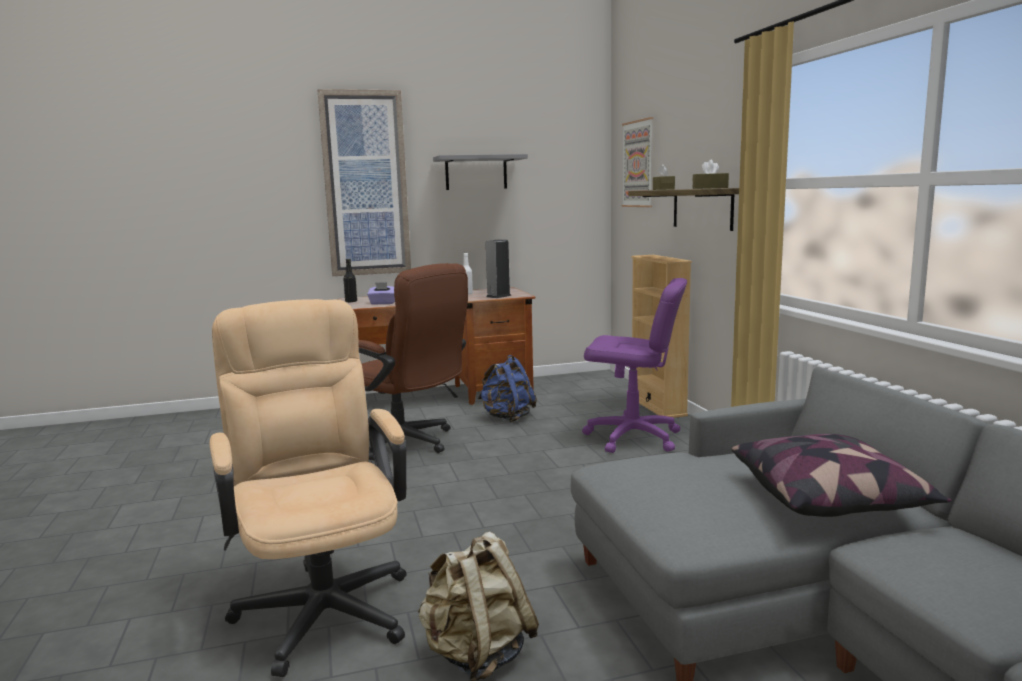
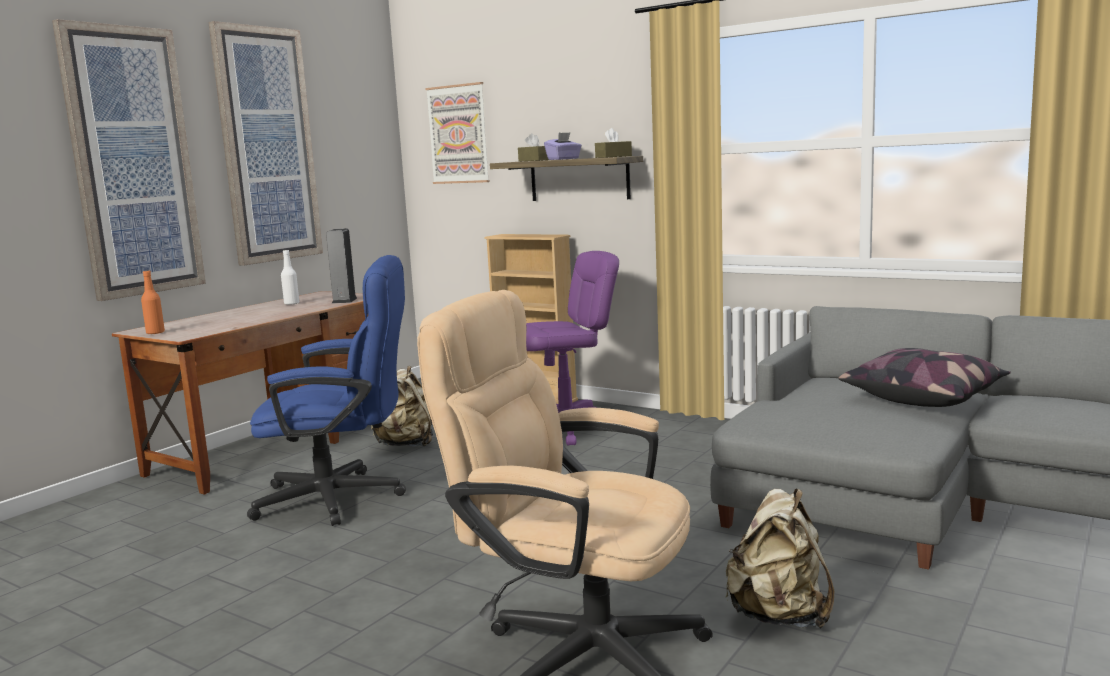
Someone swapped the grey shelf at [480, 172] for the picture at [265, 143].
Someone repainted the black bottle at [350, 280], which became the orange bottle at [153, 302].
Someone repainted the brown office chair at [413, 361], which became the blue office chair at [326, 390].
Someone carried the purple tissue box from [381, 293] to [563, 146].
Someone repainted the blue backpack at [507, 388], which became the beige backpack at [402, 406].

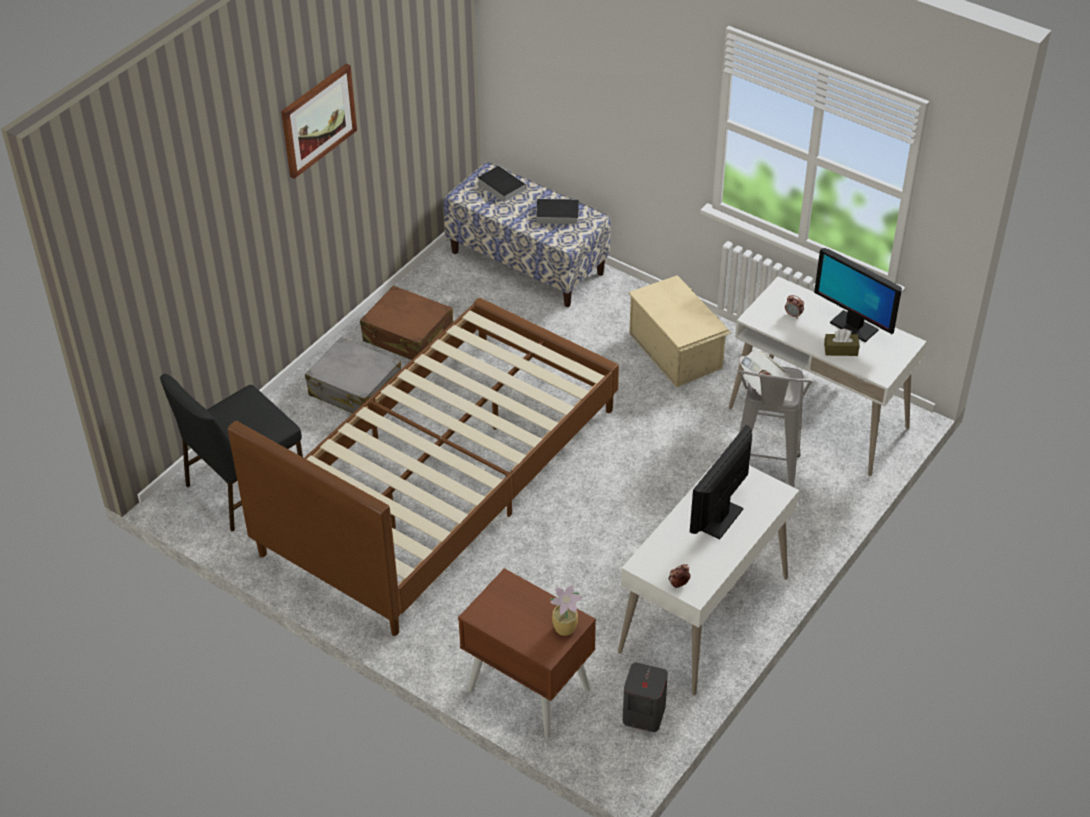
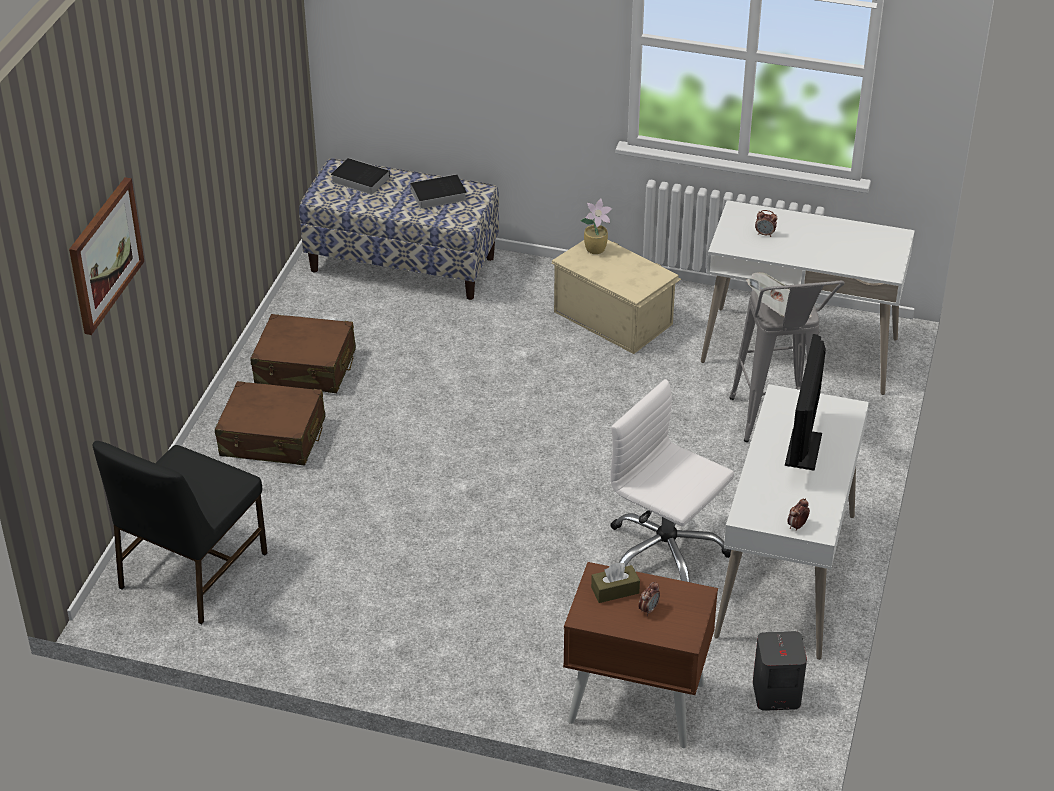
Someone carried the picture from [319, 121] to [106, 256].
Someone took away the monitor at [858, 295].
Someone took away the brown bed at [423, 467].
Someone carried the brown tissue box from [841, 342] to [615, 583].
Someone repainted the grey suitcase at [353, 375], which became the brown suitcase at [270, 423].
Someone carried the potted plant from [566, 610] to [596, 226].
Someone put down the white office chair at [672, 480].
Someone put down the alarm clock at [649, 598].

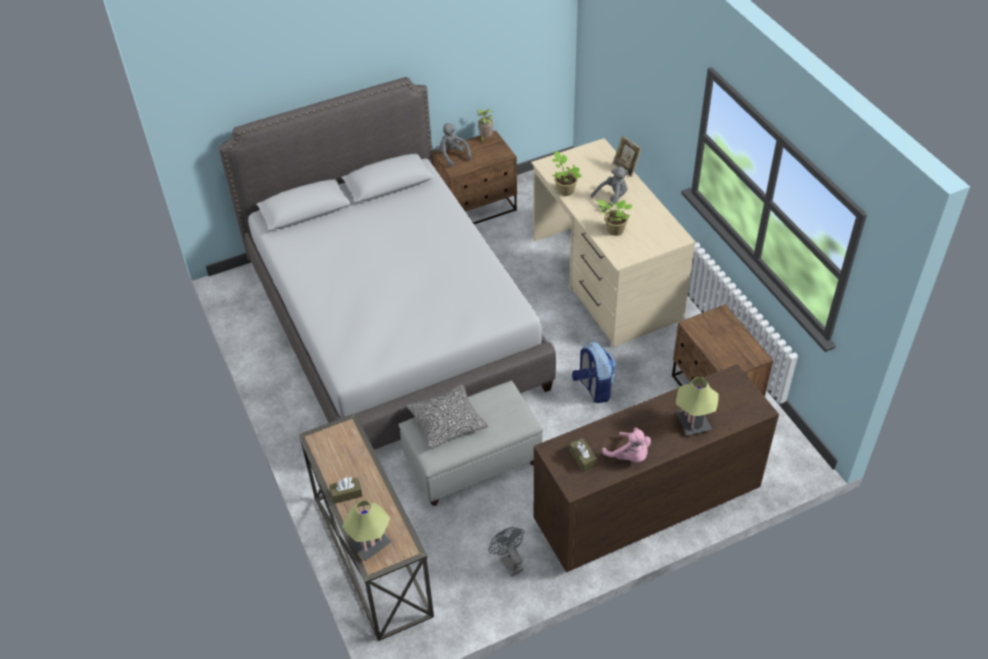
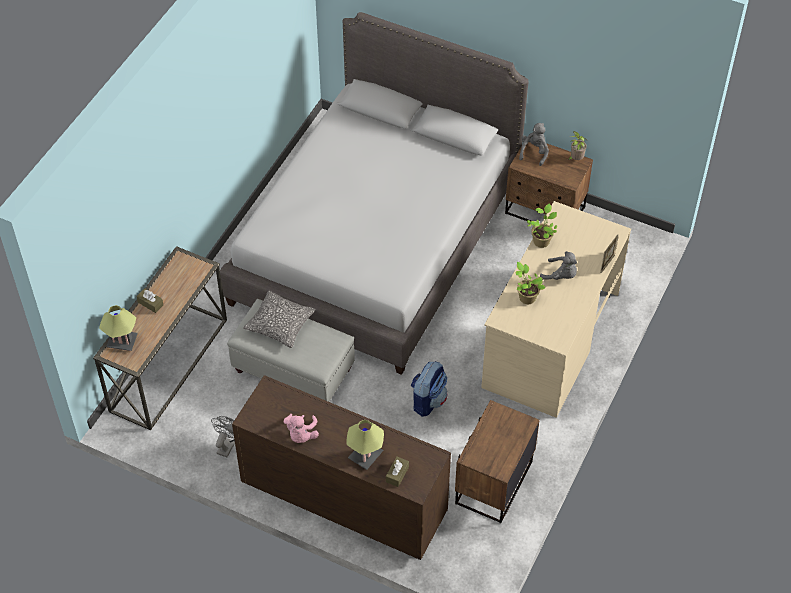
Someone carried the brown tissue box from [583, 455] to [397, 471].

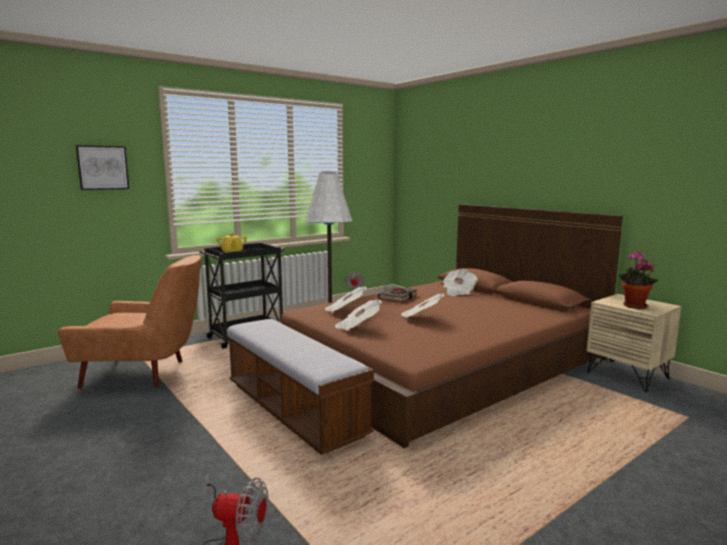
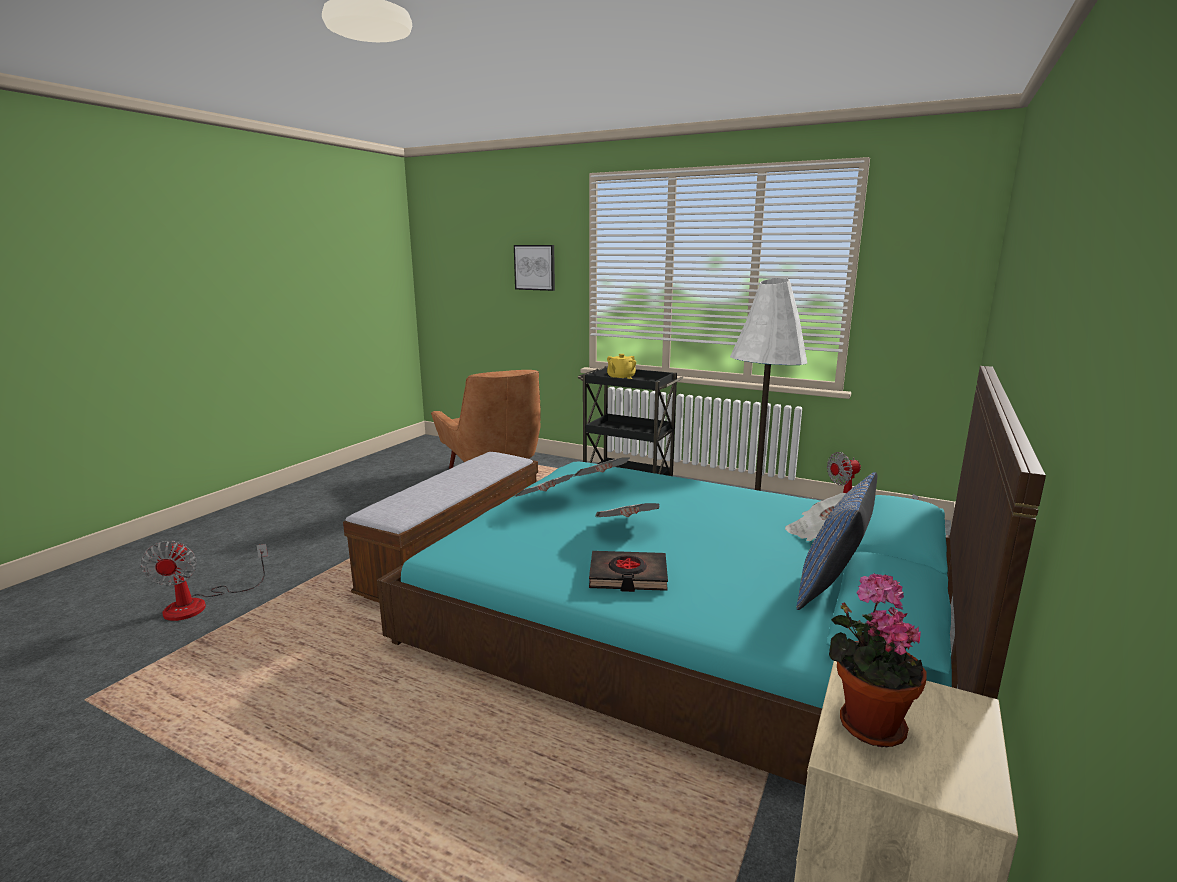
Someone repainted the brown bed at [451, 326], which became the turquoise bed at [711, 576].
Someone carried the black book from [397, 294] to [628, 571].
Someone put down the blue pillow at [836, 541].

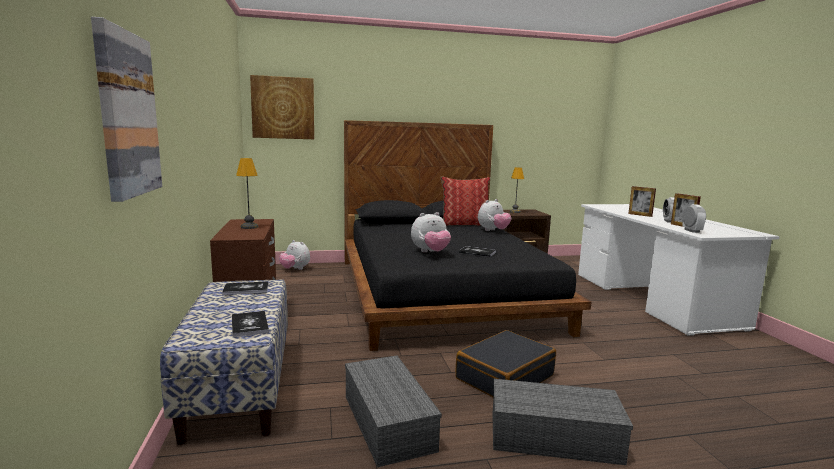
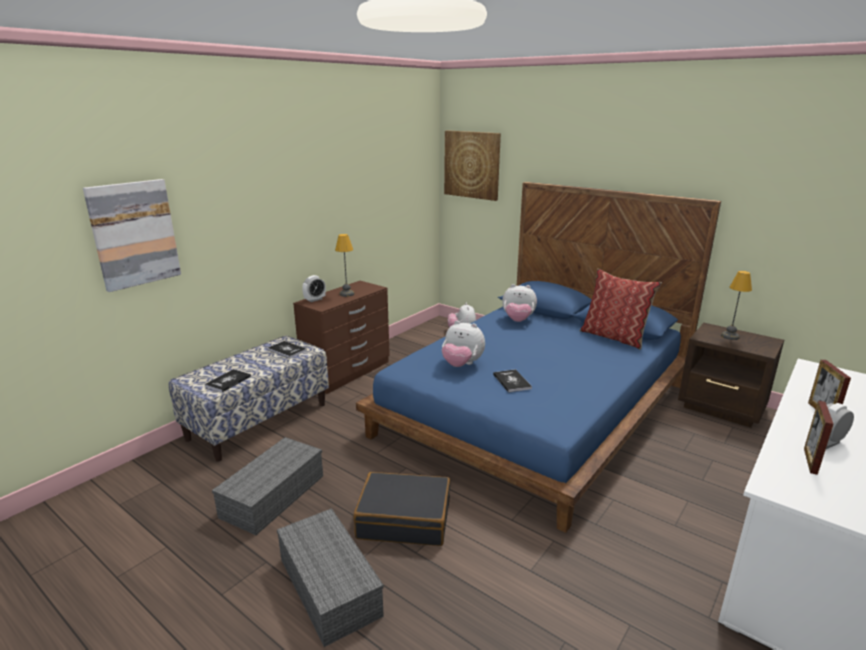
Someone repainted the black bed at [467, 235], which became the blue bed at [538, 357].
Someone carried the plush toy from [494, 215] to [519, 303].
Someone carried the alarm clock from [694, 218] to [314, 288].

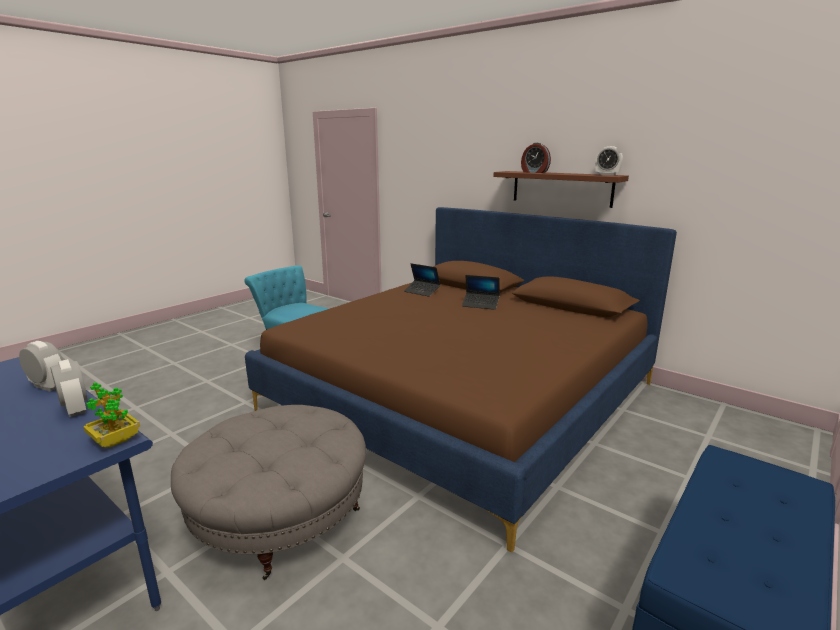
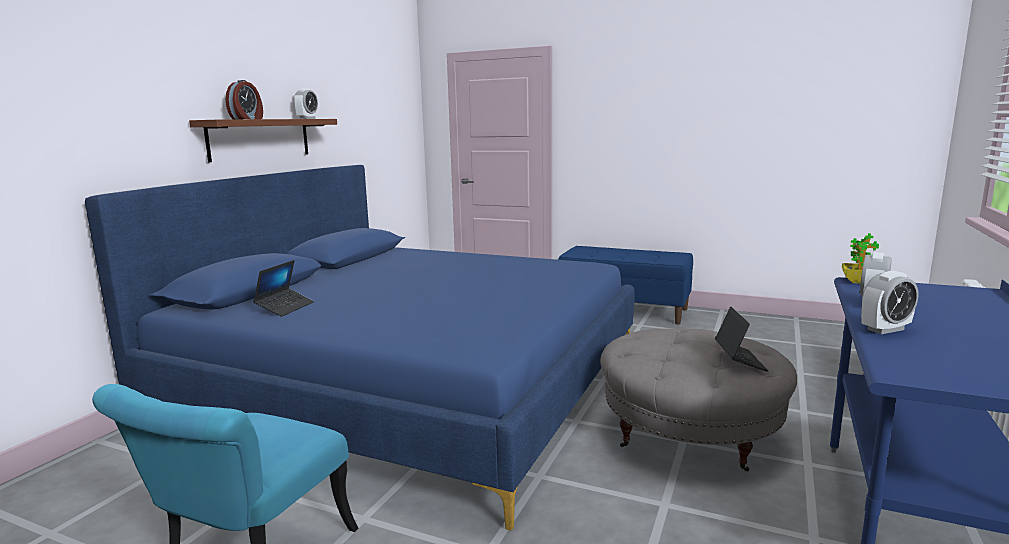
Someone repainted the brown bed at [461, 379], which became the blue bed at [360, 348].
Someone carried the laptop from [481, 292] to [742, 339].
Someone rotated the alarm clock at [41, 366] by 120 degrees counterclockwise.

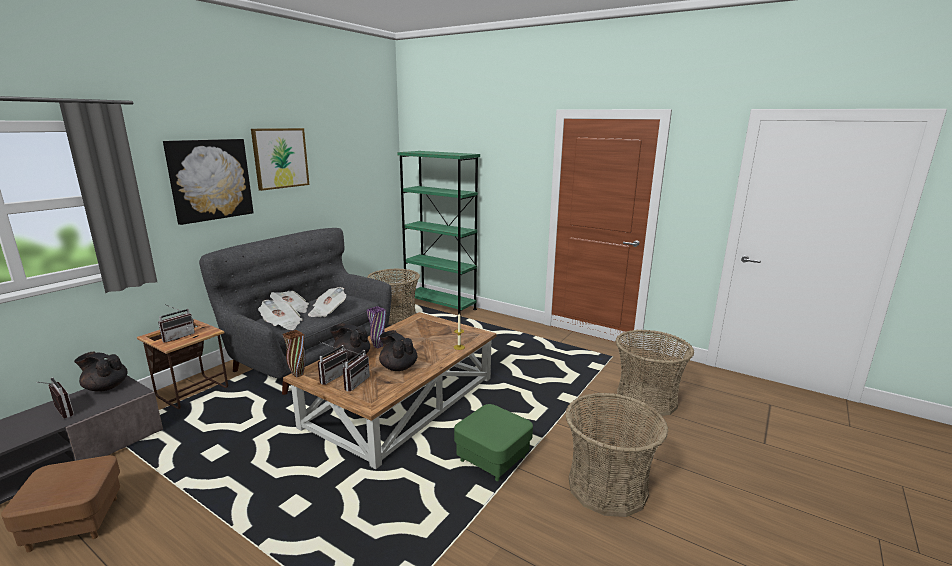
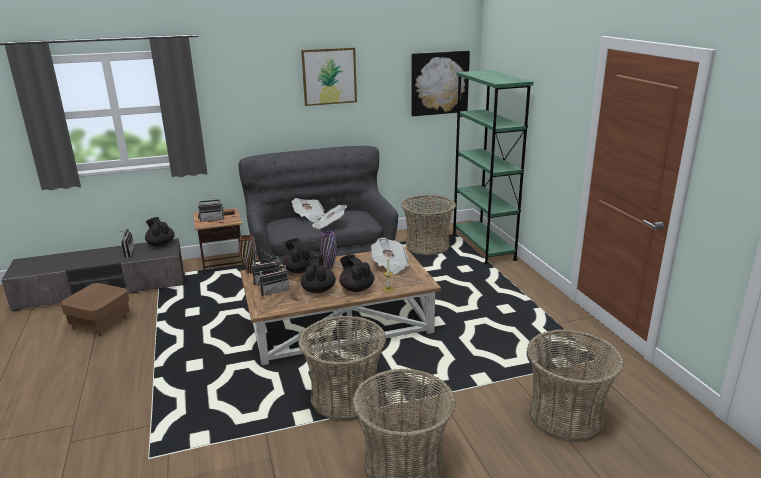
Someone carried the picture from [208, 182] to [440, 83].
Someone carried the newspaper from [280, 315] to [390, 256].
Someone swapped the green ottoman at [493, 442] for the basket at [342, 368].
Someone put down the black teapot at [356, 273].

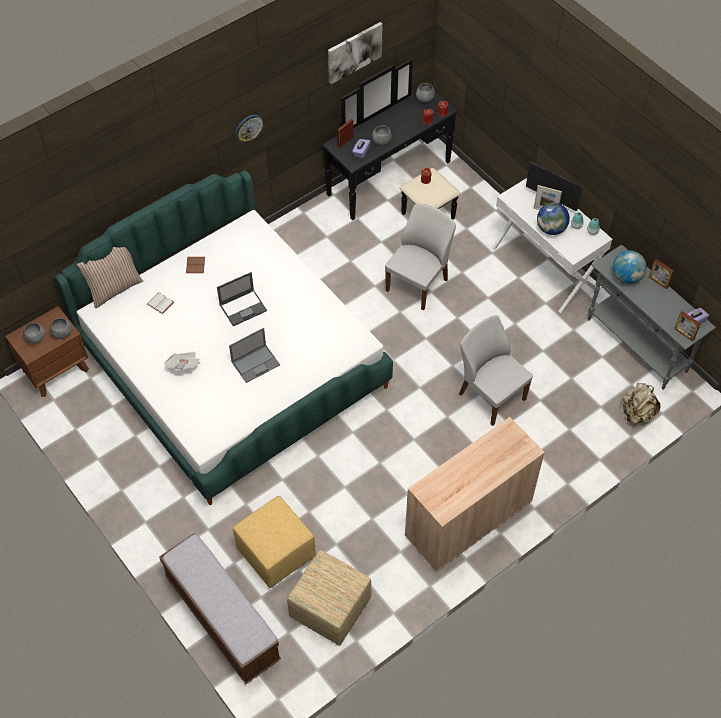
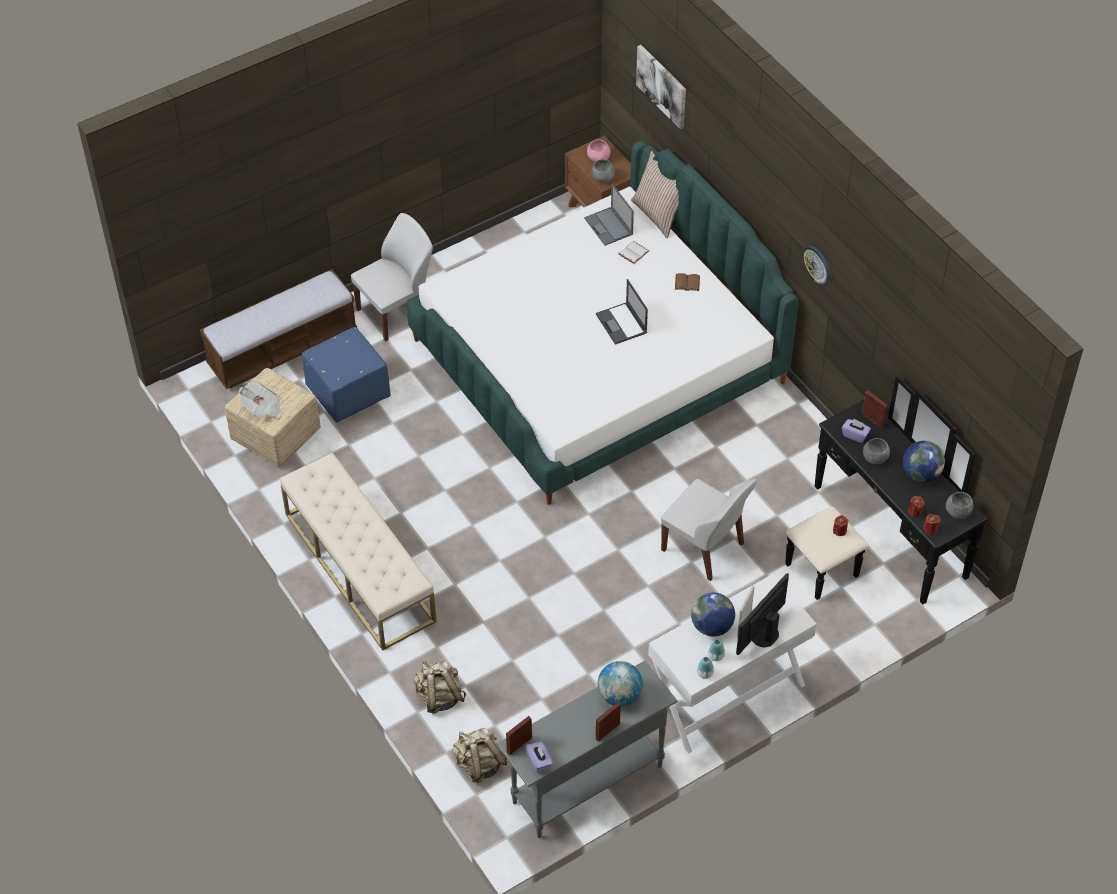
Someone carried the picture from [355, 53] to [661, 87].
Someone carried the white chair from [496, 370] to [392, 277].
Someone repainted the grey bowl at [34, 333], which became the pink bowl at [599, 150].
Someone carried the laptop from [254, 355] to [609, 215].
Someone carried the newspaper from [182, 361] to [260, 400].
Someone swapped the beige cabinet at [475, 494] for the beige bench at [358, 551].
Someone repainted the yellow ottoman at [274, 542], which became the blue ottoman at [346, 374].
Someone put down the globe at [924, 461].
Someone put down the beige backpack at [439, 687].

